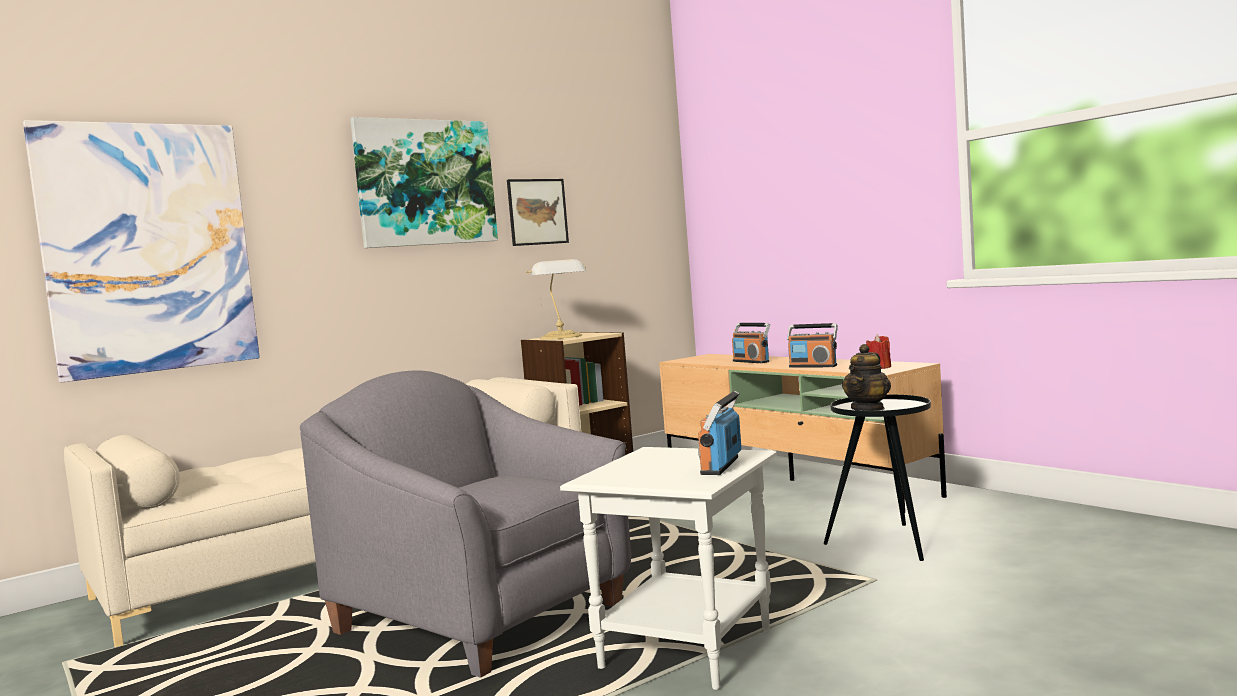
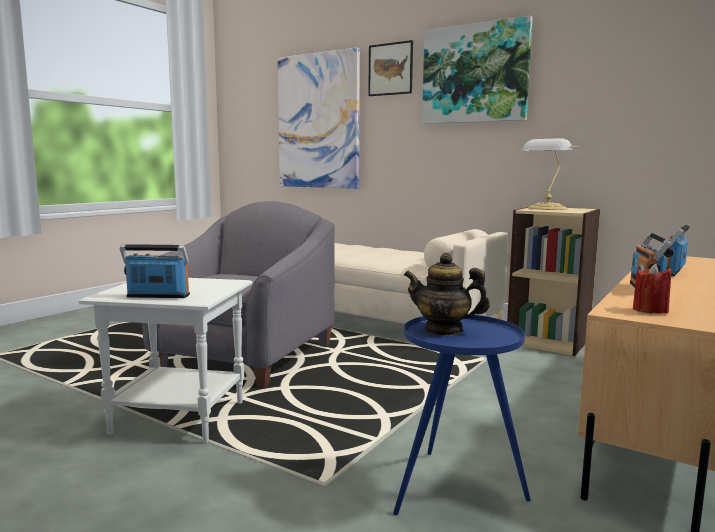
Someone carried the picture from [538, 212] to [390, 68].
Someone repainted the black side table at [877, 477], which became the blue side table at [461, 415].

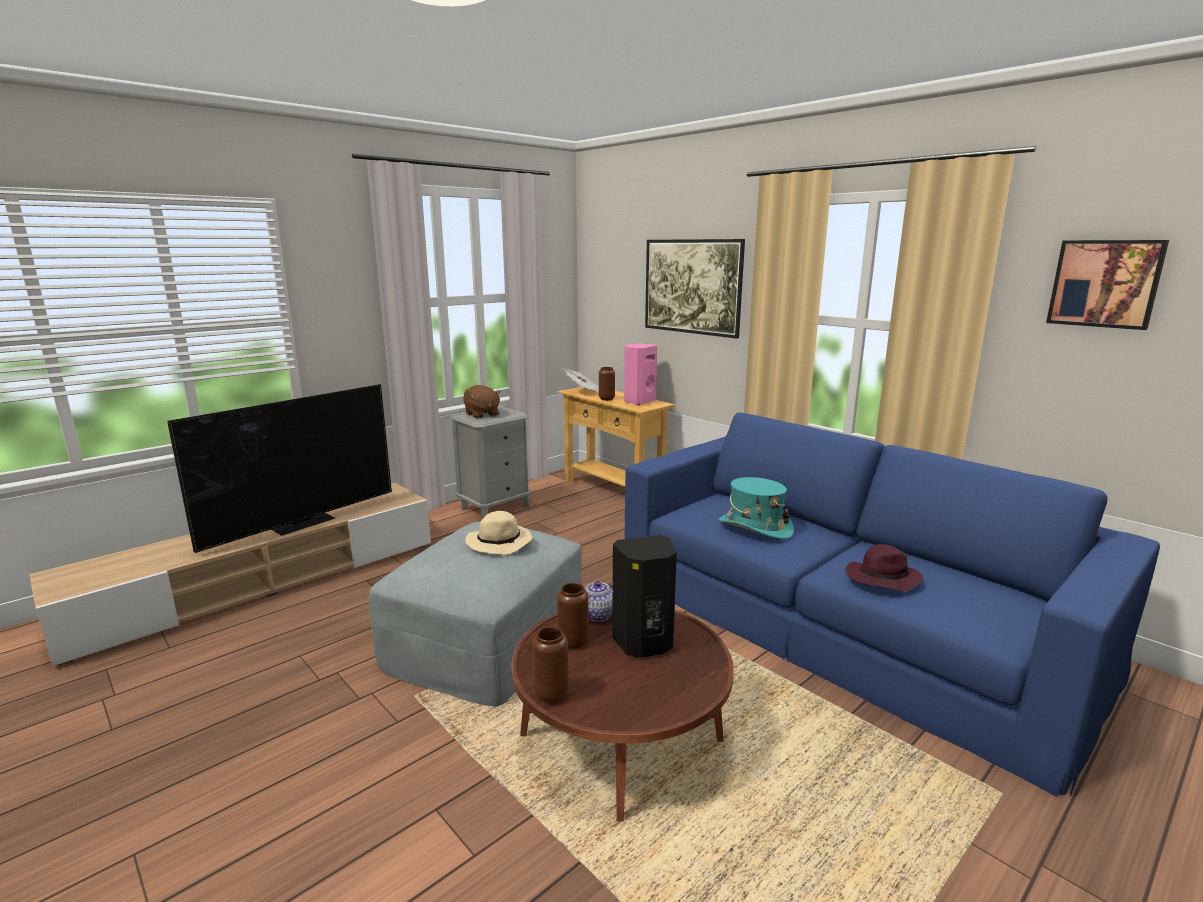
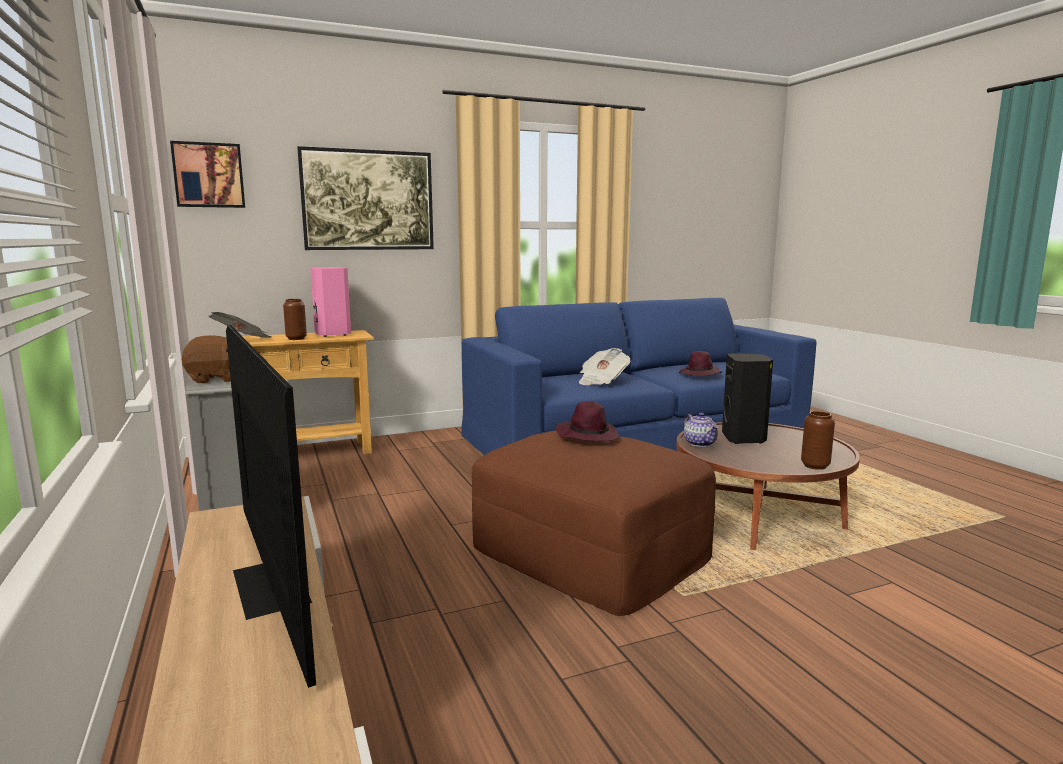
Someone carried the picture from [1107, 285] to [207, 174].
Someone swapped the turquoise hat at [756, 508] for the newspaper at [605, 366].
Someone repainted the beige hat at [498, 533], which became the purple hat at [588, 421].
Someone repainted the grey ottoman at [475, 614], which became the brown ottoman at [594, 523].
Someone took away the brown vase at [573, 616].

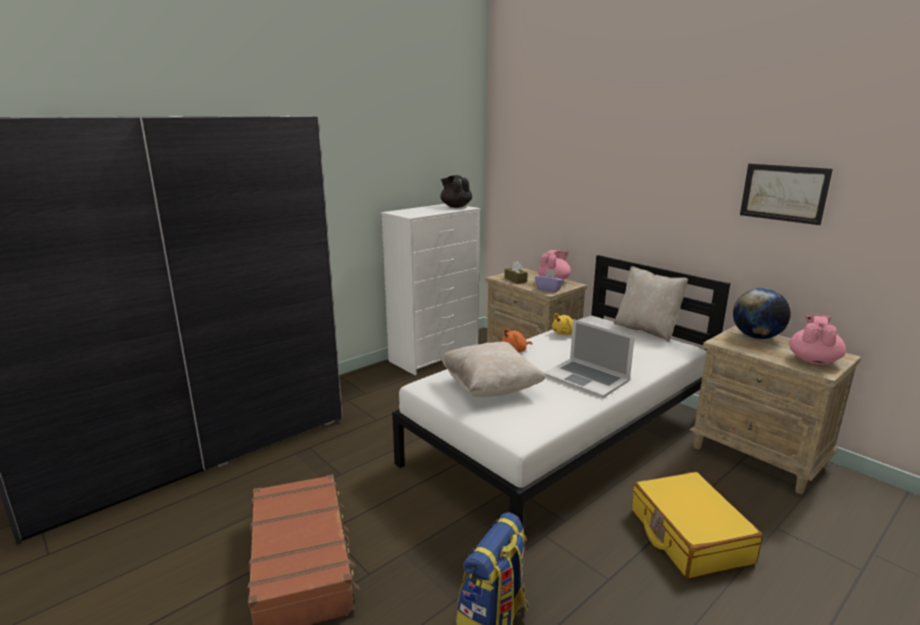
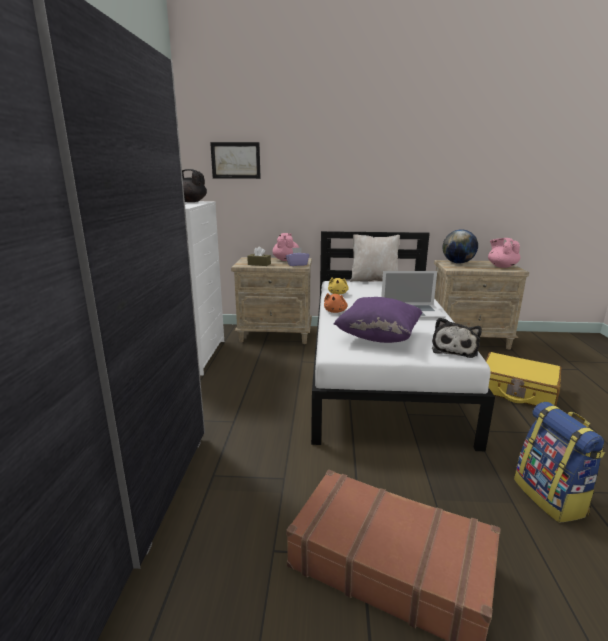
Someone carried the picture from [786, 194] to [235, 160].
Someone repainted the beige pillow at [492, 369], which became the purple pillow at [377, 320].
Someone put down the plush toy at [457, 337].

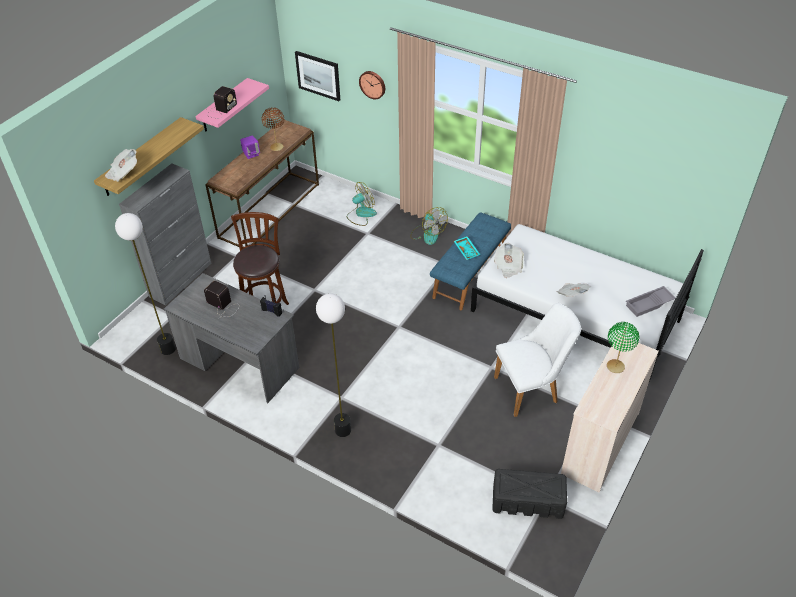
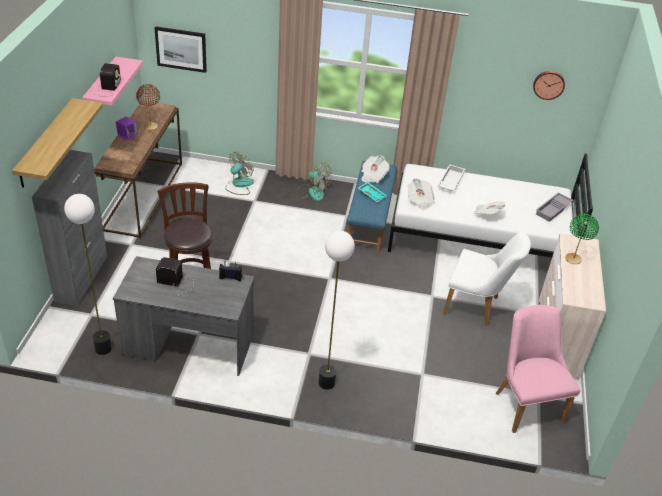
Someone carried the wall clock from [372, 85] to [549, 85].
Someone carried the newspaper from [121, 165] to [375, 169].
Someone rotated the white chair at [537, 360] by 60 degrees clockwise.
Someone swapped the black storage box at [529, 494] for the pink chair at [538, 369].
Someone put down the white tray at [451, 177].

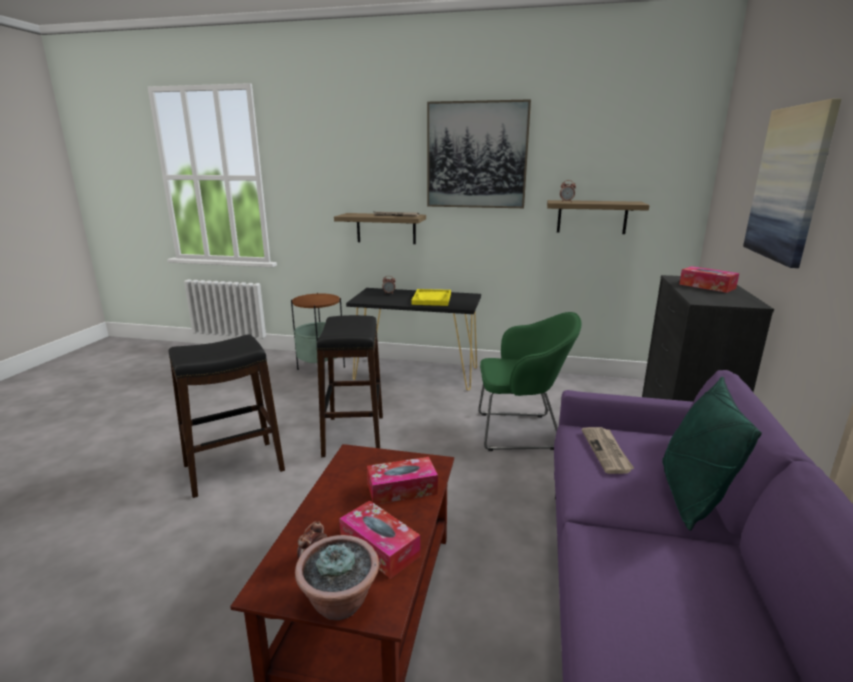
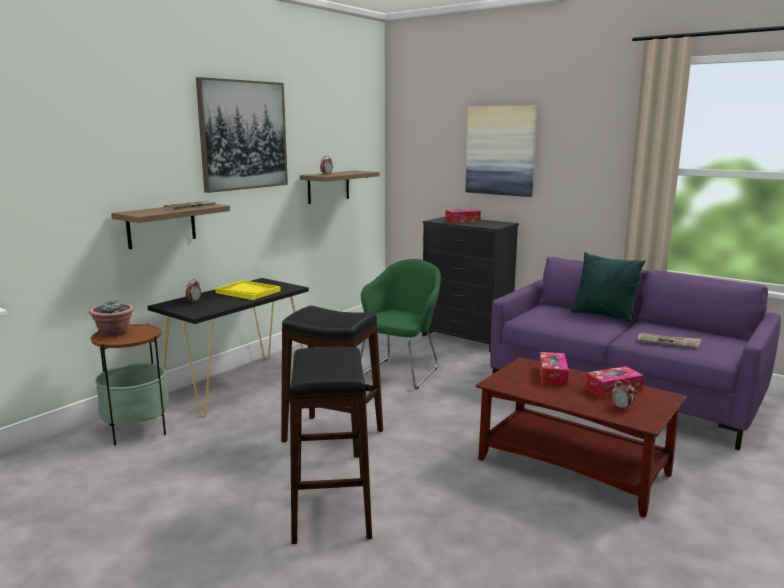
Someone carried the newspaper from [608, 450] to [669, 340].
Someone carried the potted plant from [337, 577] to [111, 319].

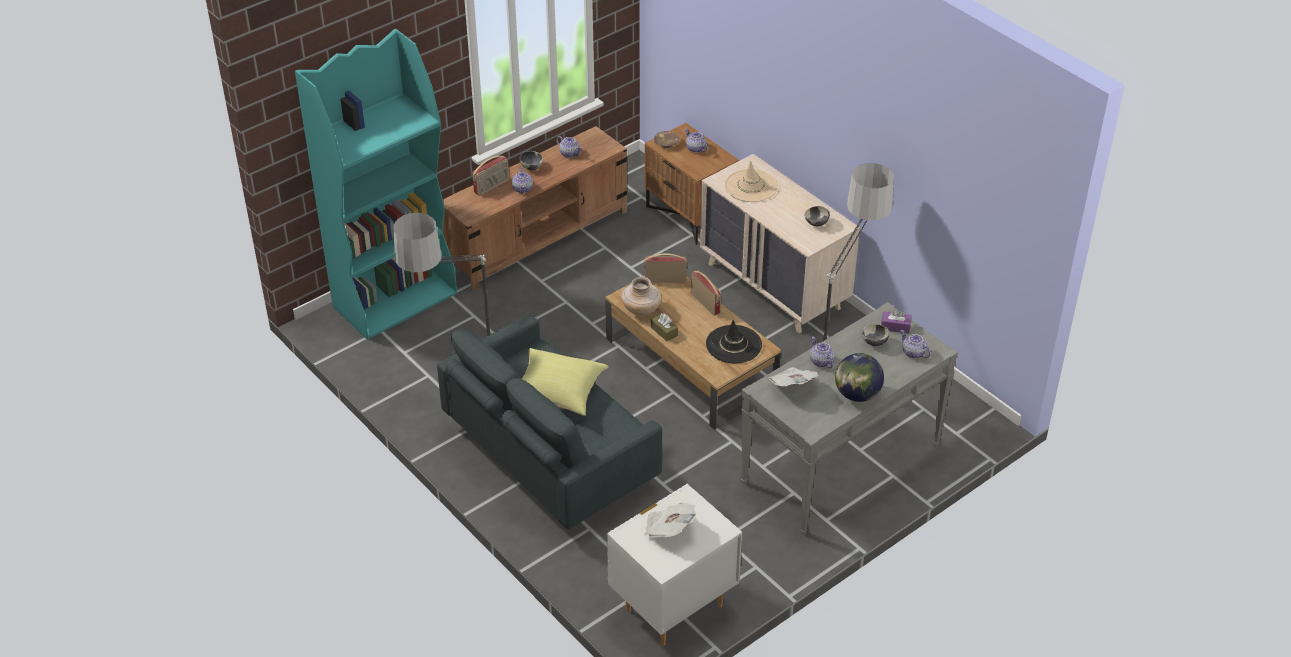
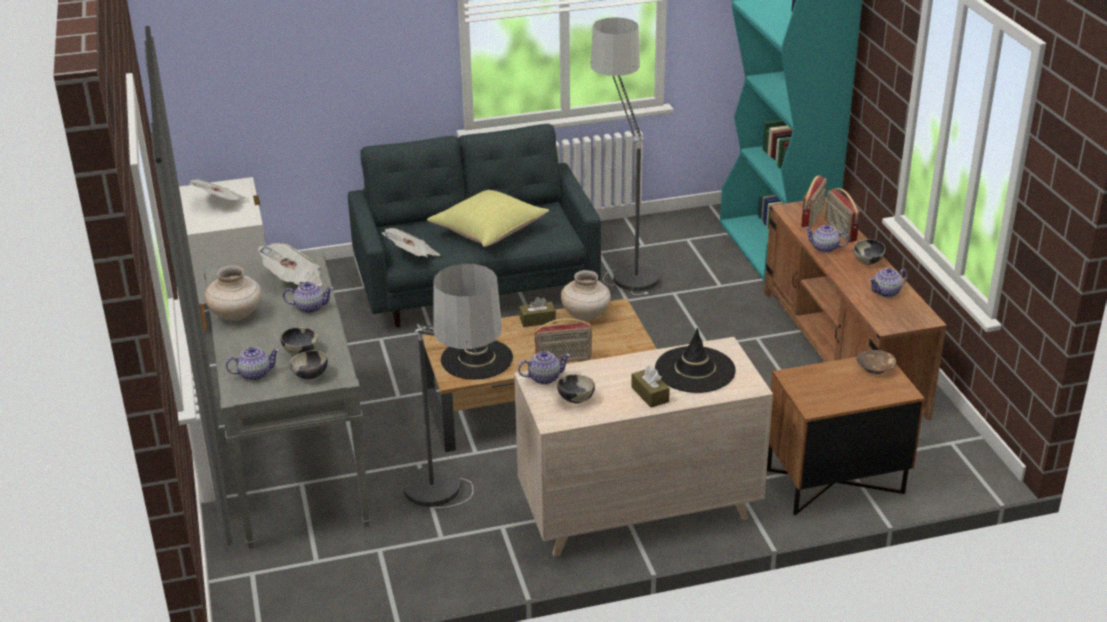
Someone carried the teapot from [696, 141] to [544, 367].
Someone repainted the beige hat at [751, 181], which became the black hat at [695, 360].
Someone carried the radio from [665, 268] to [814, 201].
Someone swapped the purple tissue box at [896, 322] for the bowl at [309, 365].
Someone swapped the globe at [859, 377] for the beige vase at [233, 293].
Someone put down the newspaper at [411, 242].
Someone put down the brown tissue box at [650, 386].

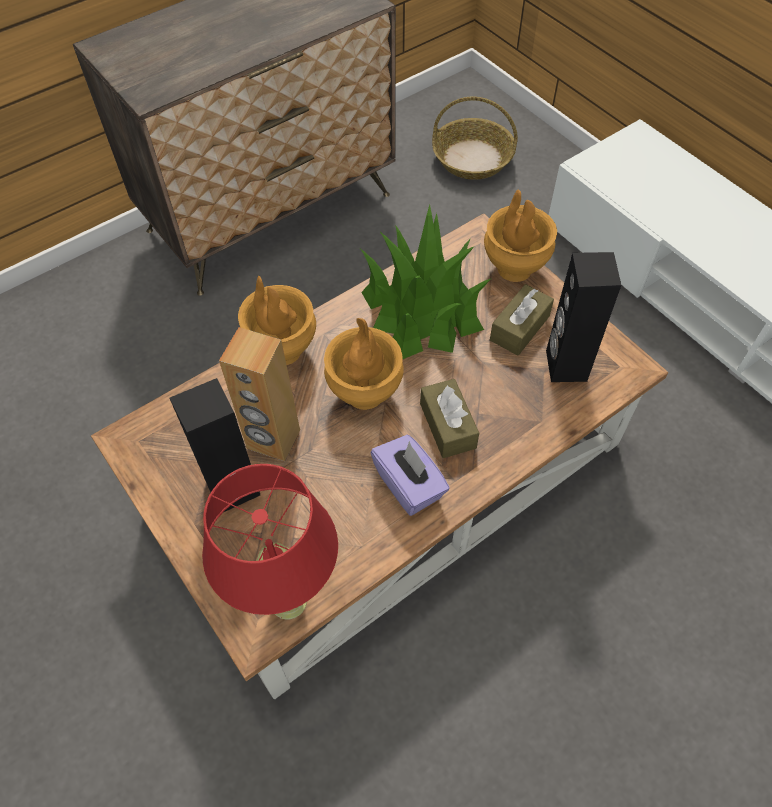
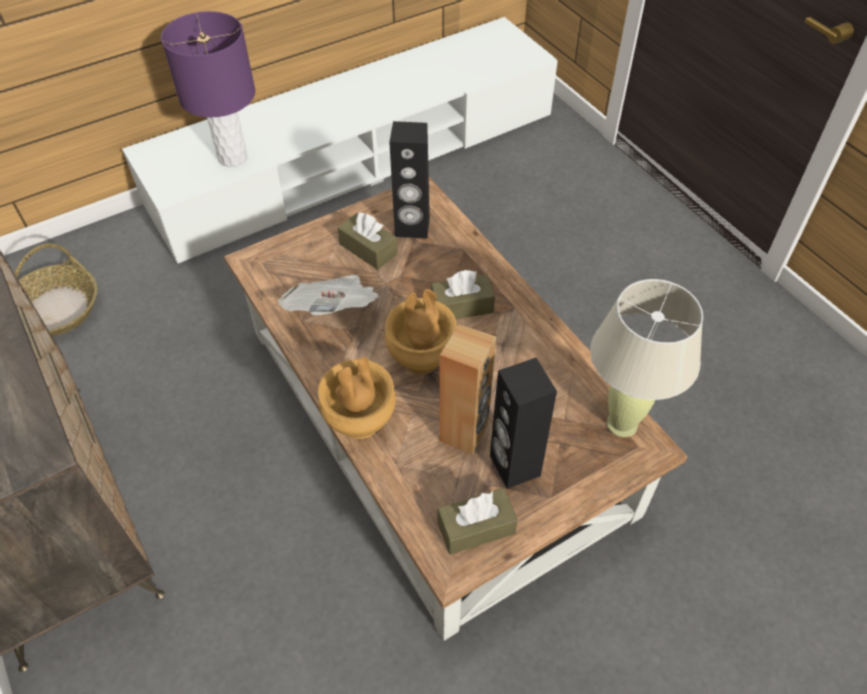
Someone took away the brown vase at [520, 236].
Someone swapped the potted plant at [426, 282] for the newspaper at [329, 295].
Someone took away the purple tissue box at [410, 475].
Someone repainted the red table lamp at [270, 542], which became the beige table lamp at [646, 358].
Someone put down the purple table lamp at [208, 89].
Someone put down the brown tissue box at [478, 521].

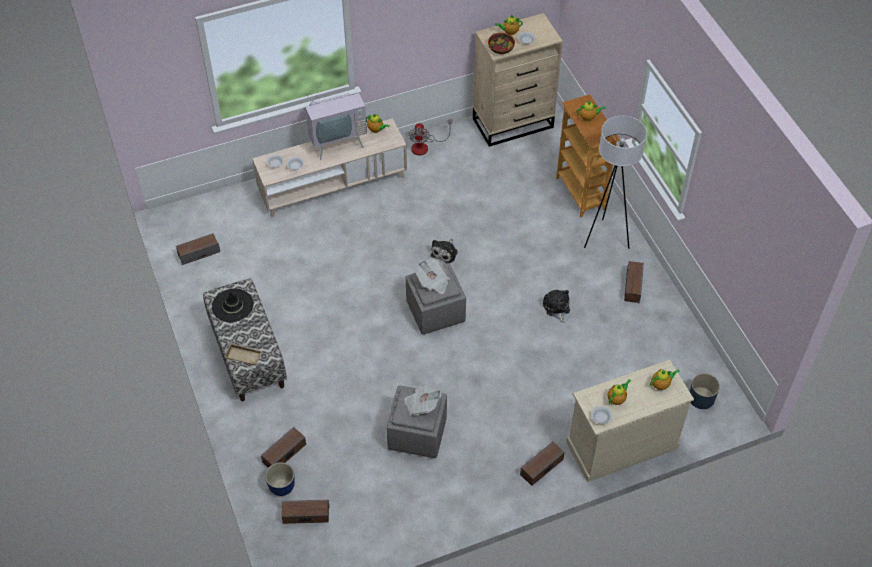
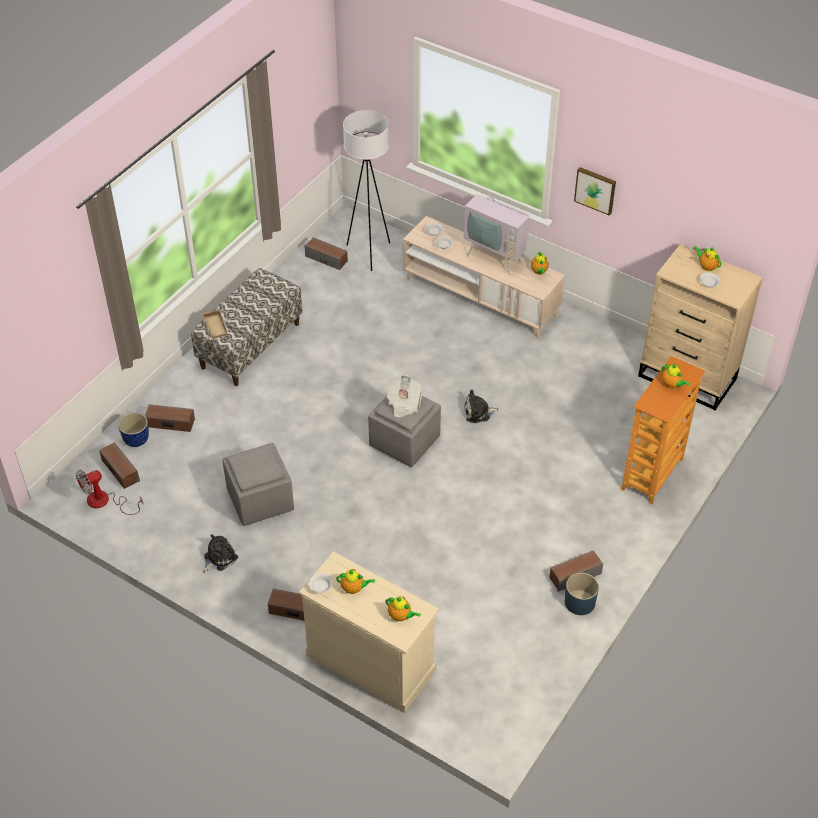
Someone took away the bowl at [501, 43].
Someone carried the white floor lamp from [615, 182] to [366, 190].
Someone carried the fan from [430, 137] to [109, 492].
Someone took away the black hat at [233, 305].
Someone carried the plush toy from [556, 306] to [220, 553].
Someone carried the blue planter from [704, 391] to [582, 594].
Someone took away the newspaper at [422, 399].
Someone put up the picture at [595, 191].

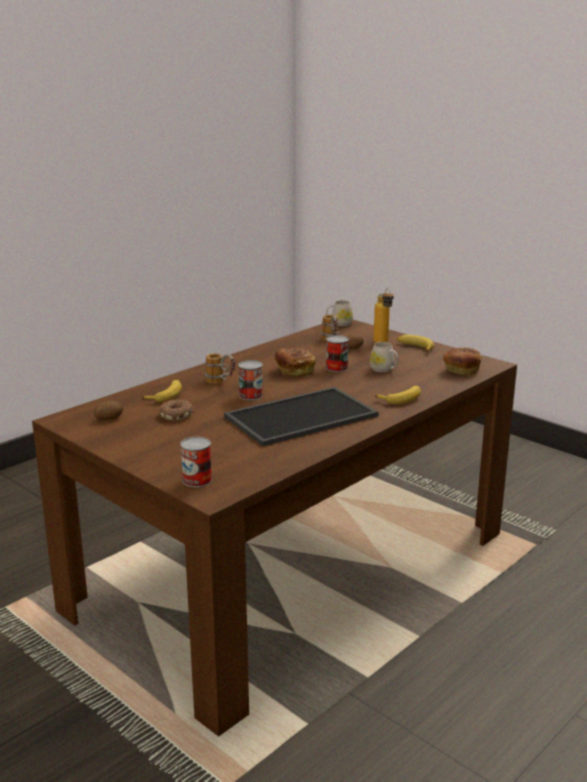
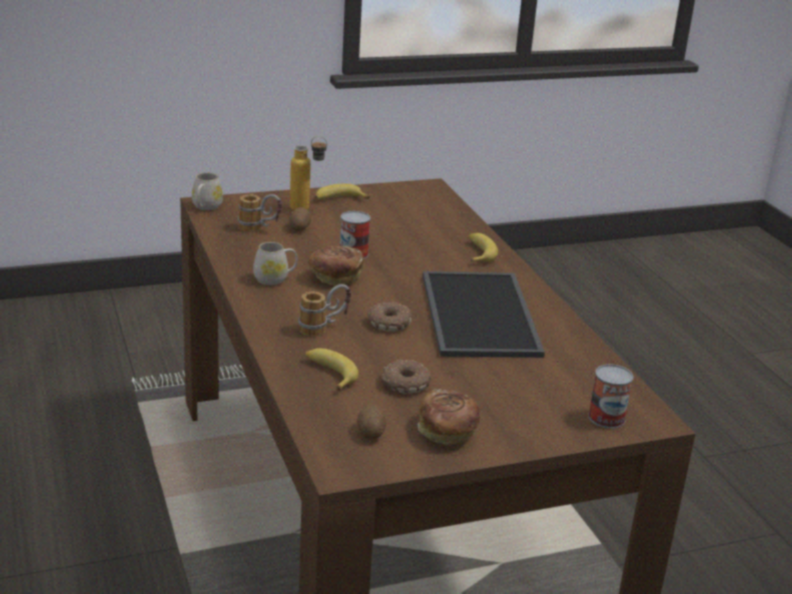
Someone carried the white mug from [384, 357] to [275, 263].
Someone carried the bread from [462, 361] to [449, 417].
Someone swapped the can at [250, 380] for the donut at [389, 317].

